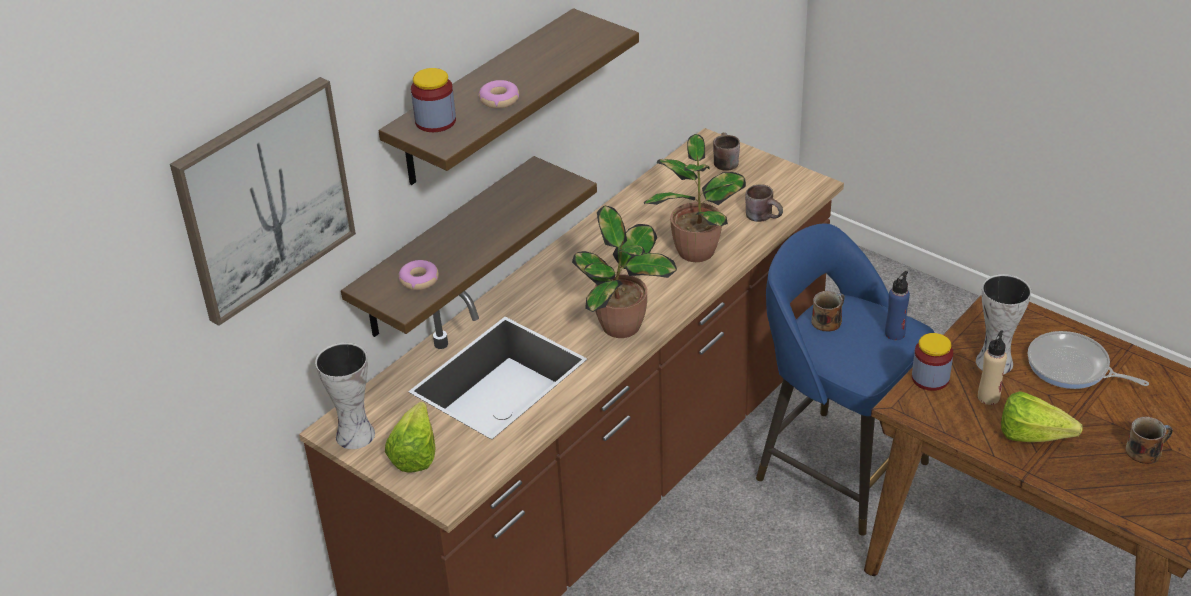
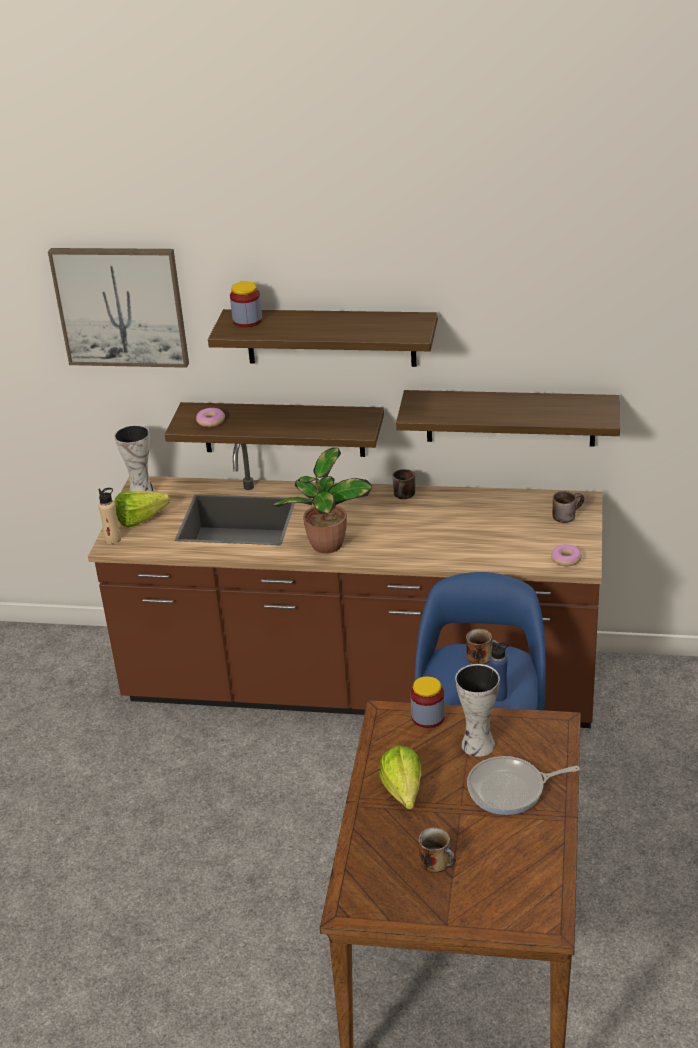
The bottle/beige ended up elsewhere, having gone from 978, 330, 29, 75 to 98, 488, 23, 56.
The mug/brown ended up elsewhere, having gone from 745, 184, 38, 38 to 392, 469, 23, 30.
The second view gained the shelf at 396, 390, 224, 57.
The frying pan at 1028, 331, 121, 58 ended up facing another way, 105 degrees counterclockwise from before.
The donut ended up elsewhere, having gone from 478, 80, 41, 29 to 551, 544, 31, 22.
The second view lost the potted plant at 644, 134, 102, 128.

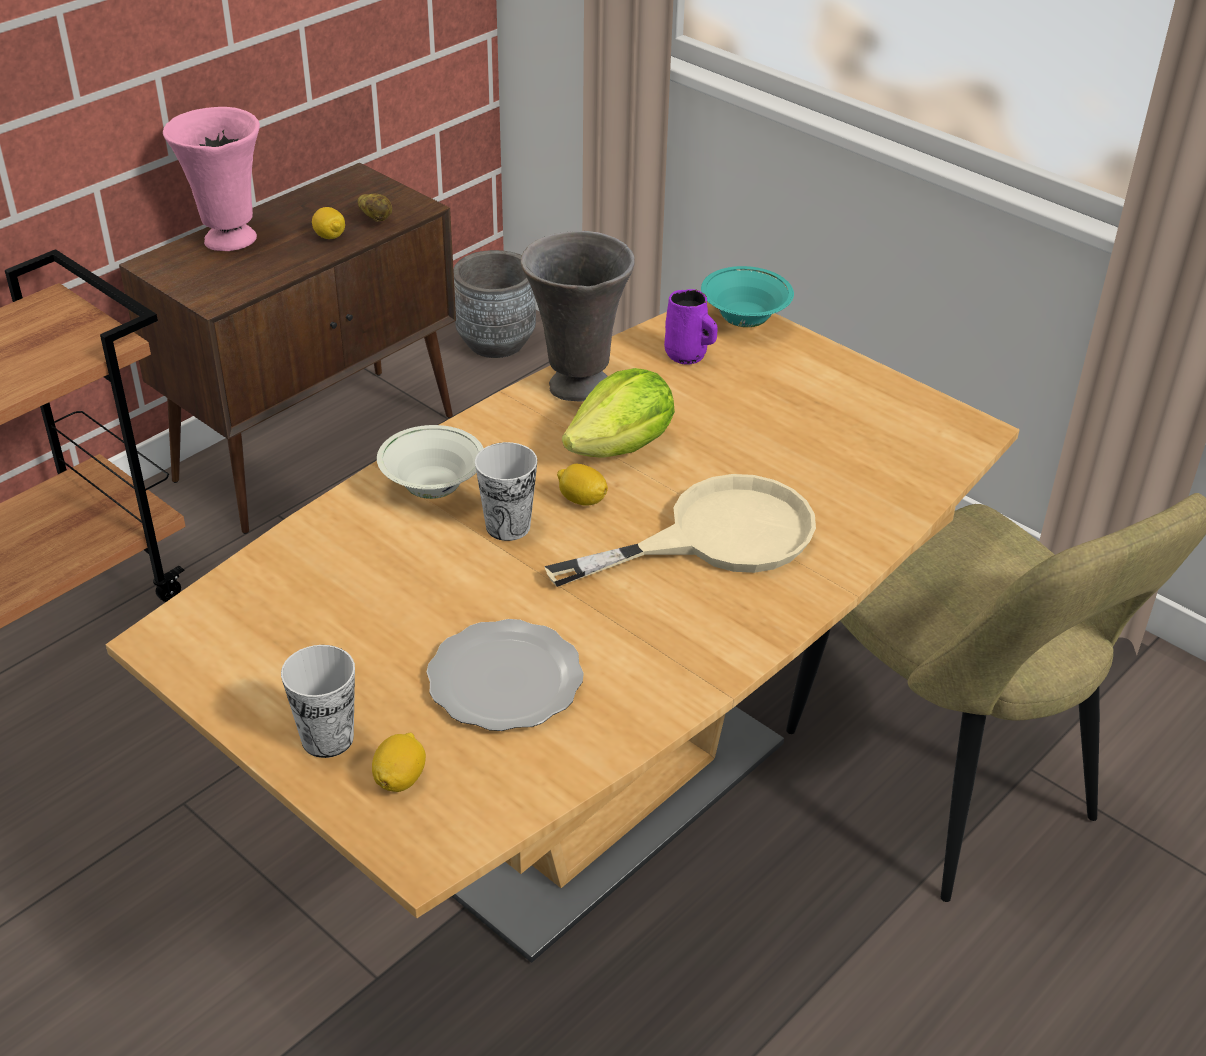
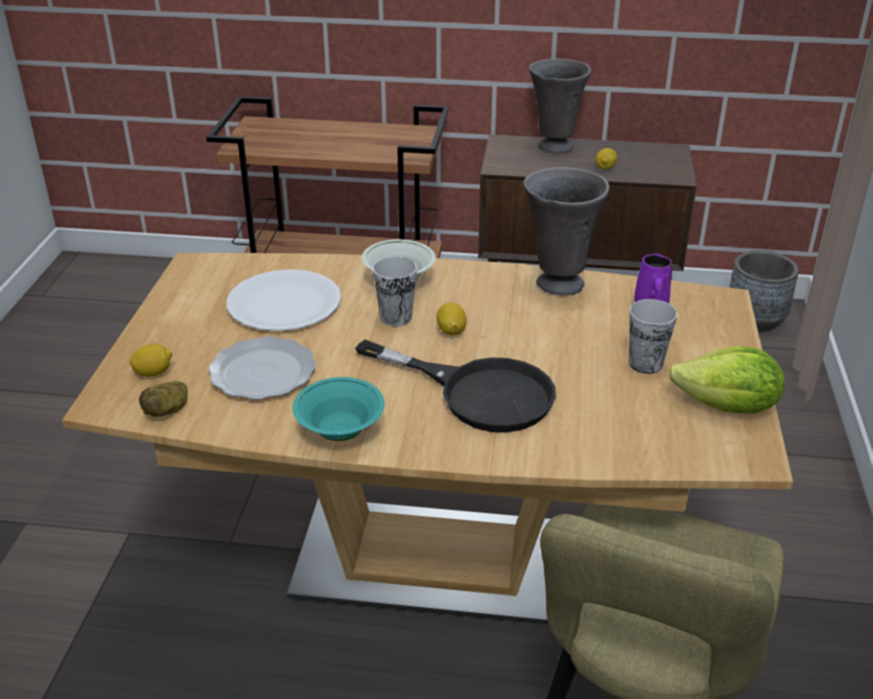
The potato ended up elsewhere, having gone from 357, 193, 35, 29 to 139, 381, 49, 36.
The second view gained the plate/white at 227, 269, 114, 62.
The bowl/turquoise ended up elsewhere, having gone from 701, 266, 93, 61 to 293, 377, 92, 64.
What was the frying pan/beige at 544, 474, 272, 113 turned into the frying pan/black at 355, 340, 201, 93.
What was the vase/pink at 163, 107, 97, 144 turned into the vase/grey at 529, 59, 62, 95.
The cup ended up elsewhere, having gone from 281, 645, 74, 113 to 629, 299, 48, 75.
The lettuce ended up elsewhere, having gone from 562, 368, 113, 89 to 669, 346, 116, 68.

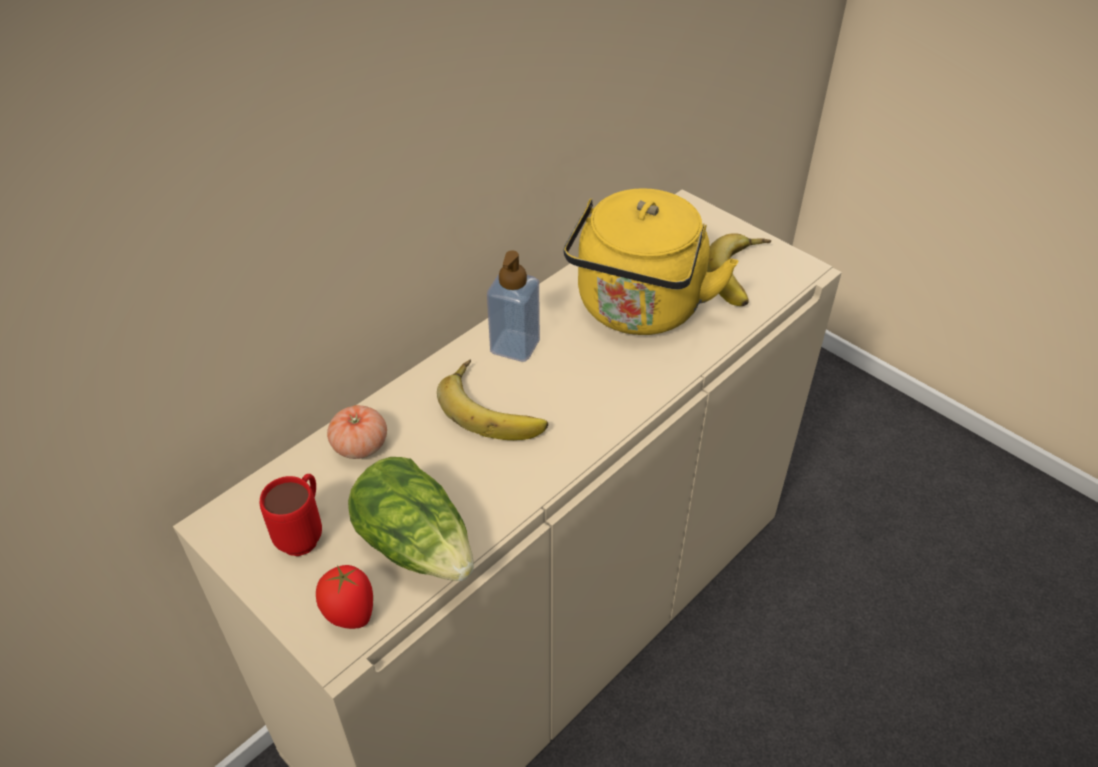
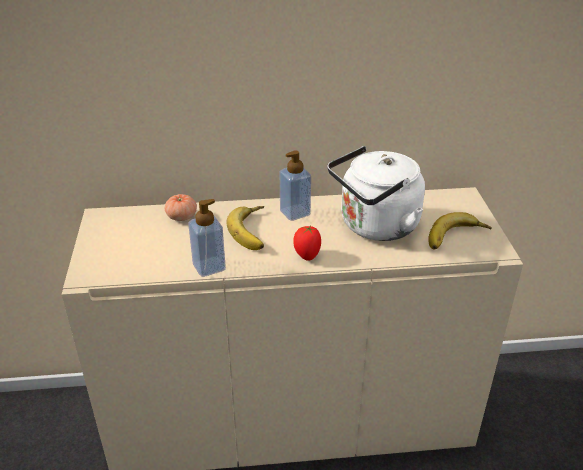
The second view gained the soap dispenser at 188, 199, 38, 78.
The tomato ended up elsewhere, having gone from 316, 565, 57, 64 to 293, 225, 28, 36.
What was the kettle/yellow at 564, 188, 174, 147 turned into the kettle/white at 327, 146, 98, 95.
The second view lost the mug/red at 260, 474, 62, 82.
The second view lost the lettuce at 348, 457, 126, 124.

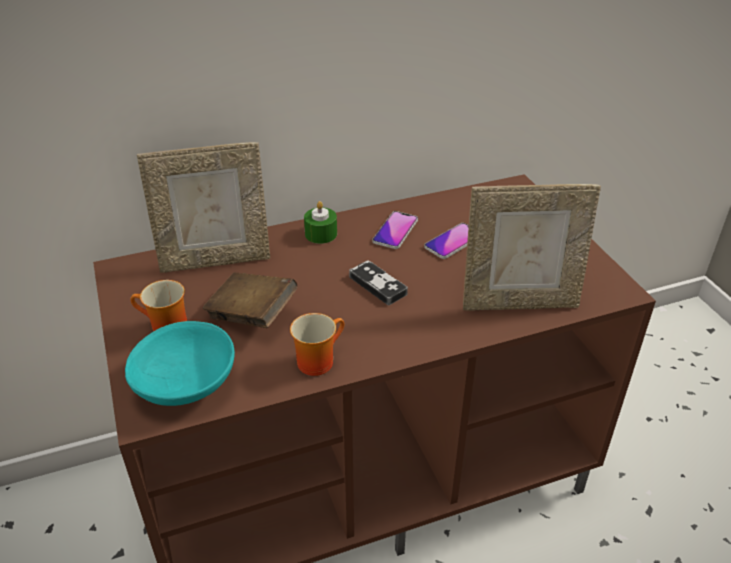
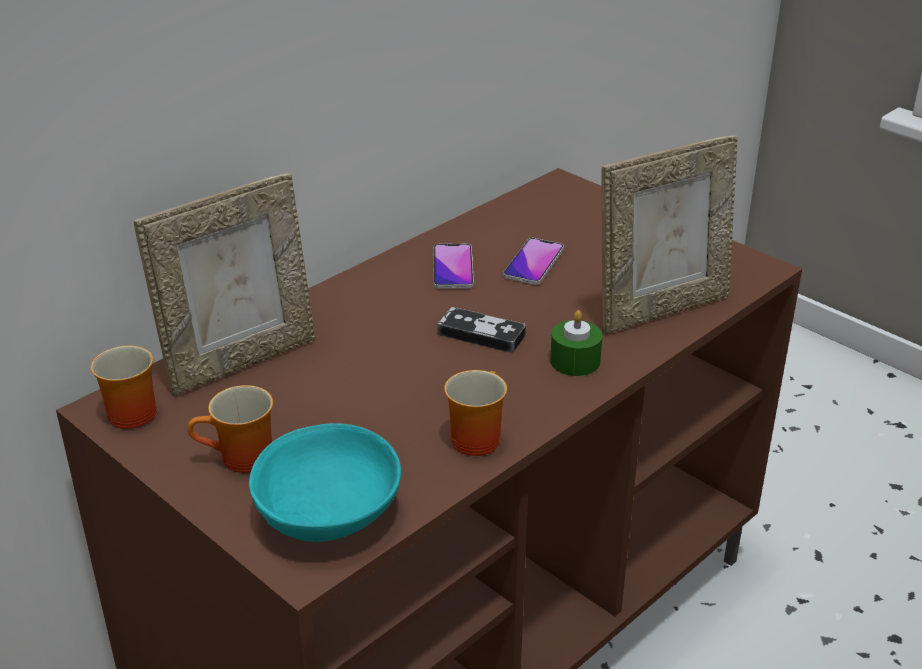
The second view gained the mug at 90, 345, 66, 84.
The candle/green ended up elsewhere, having gone from 304, 201, 33, 43 to 550, 310, 52, 66.
The second view lost the book/brown at 203, 272, 95, 56.

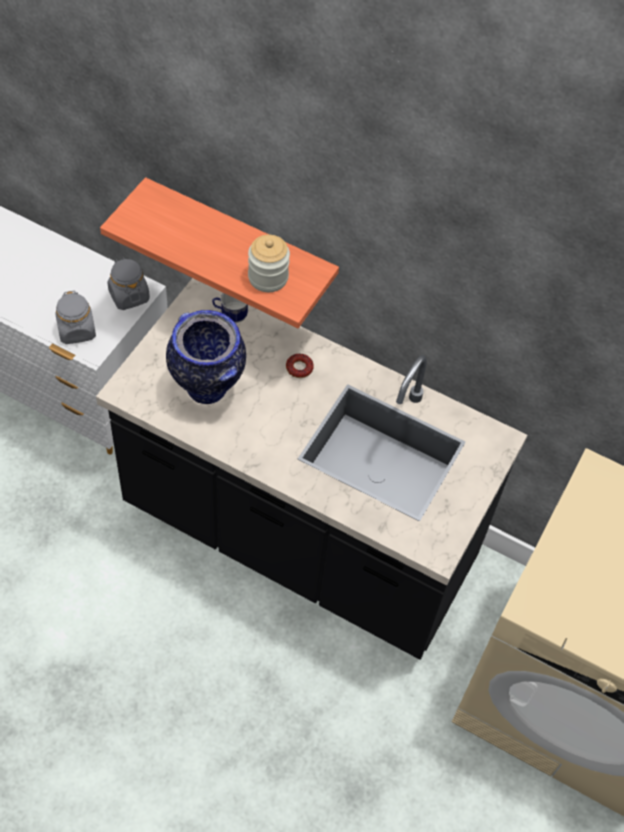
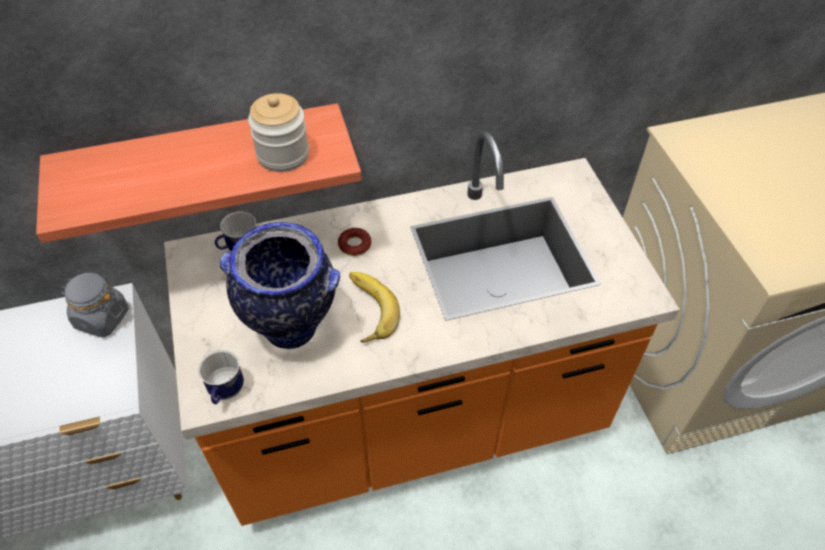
What was the counter/black at 96, 278, 431, 382 turned into the counter/orange at 164, 131, 516, 395.
The second view gained the mug at 198, 349, 46, 55.
The second view gained the banana at 349, 272, 51, 71.
The second view lost the jar/grey at 55, 291, 41, 53.

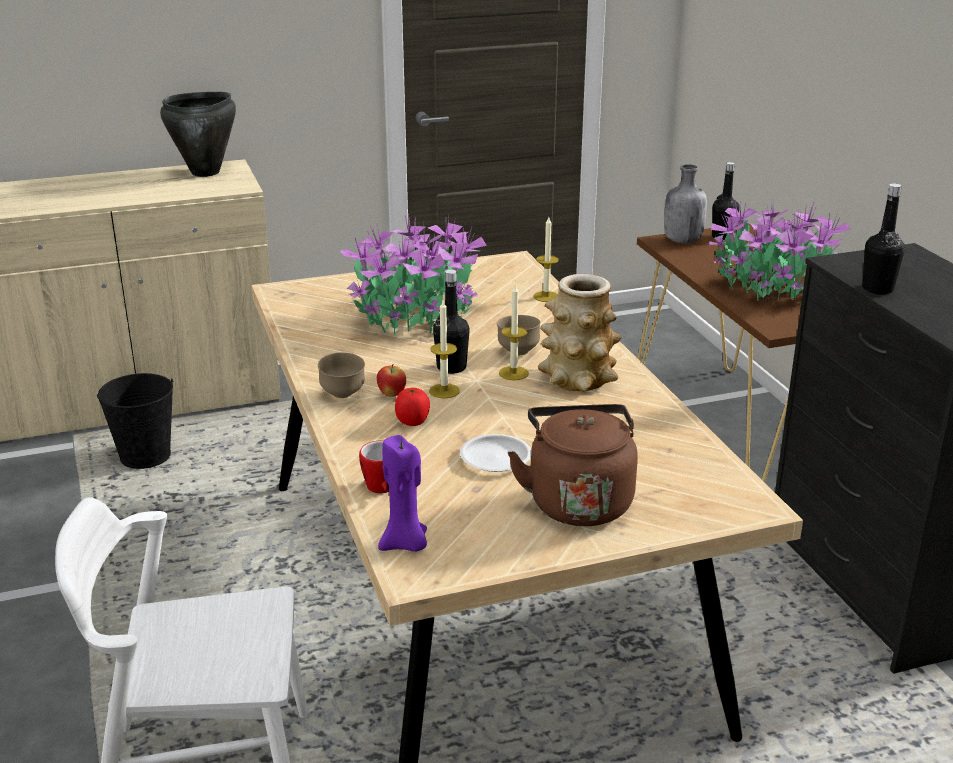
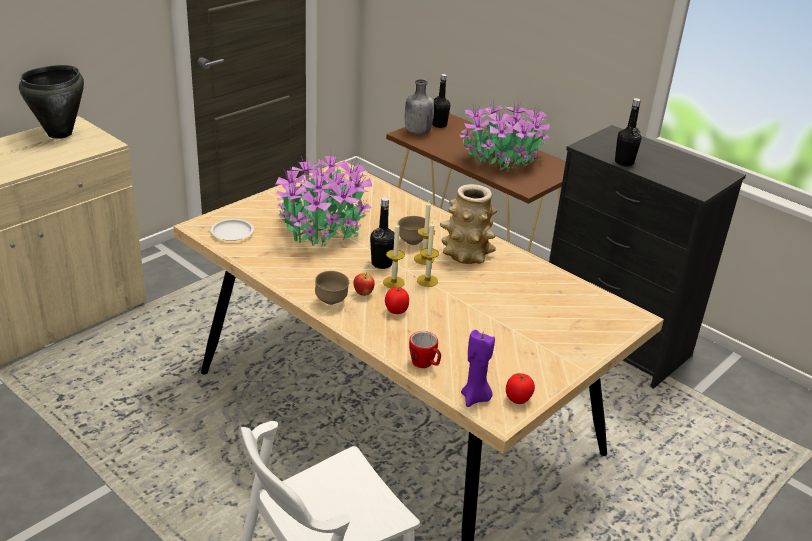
The plate/white ended up elsewhere, having gone from 460, 434, 71, 38 to 211, 219, 43, 22.
The candle ended up elsewhere, having gone from 533, 217, 26, 85 to 417, 220, 22, 67.
The second view gained the tomato at 506, 373, 29, 31.
The second view lost the bucket/black at 97, 373, 77, 96.
The second view lost the kettle/brown at 508, 404, 130, 122.

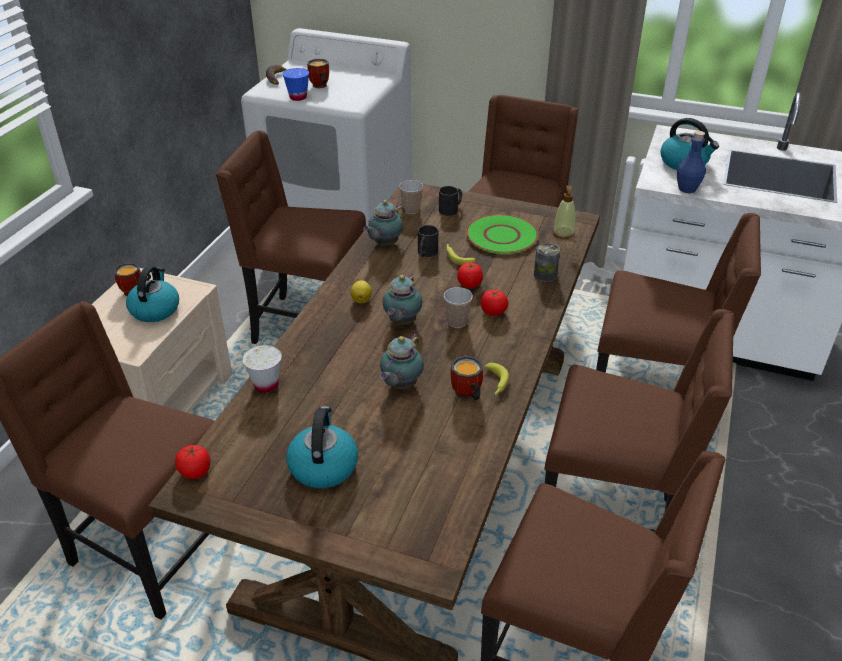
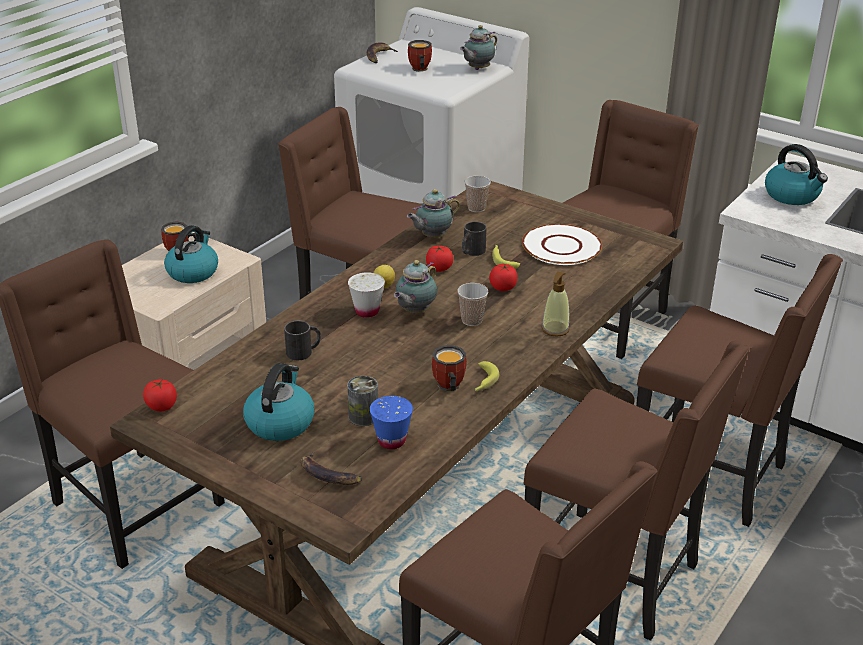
The mug/black ended up elsewhere, having gone from 439, 186, 23, 30 to 284, 321, 37, 39.
The second view gained the banana at 300, 453, 62, 32.
The can ended up elsewhere, having gone from 534, 243, 26, 39 to 347, 376, 31, 50.
The cup/white ended up elsewhere, having gone from 243, 345, 39, 48 to 348, 272, 37, 46.
The cup/blue ended up elsewhere, having gone from 283, 68, 26, 33 to 370, 396, 43, 53.
The tomato ended up elsewhere, having gone from 481, 290, 27, 26 to 426, 245, 27, 27.
The teapot ended up elsewhere, having gone from 380, 333, 44, 56 to 460, 25, 37, 45.
What was the plate/green at 466, 214, 73, 40 turned into the plate/white at 522, 224, 80, 41.
The soap dispenser ended up elsewhere, having gone from 552, 186, 24, 53 to 541, 271, 29, 66.
The second view lost the bottle/blue at 677, 131, 29, 62.

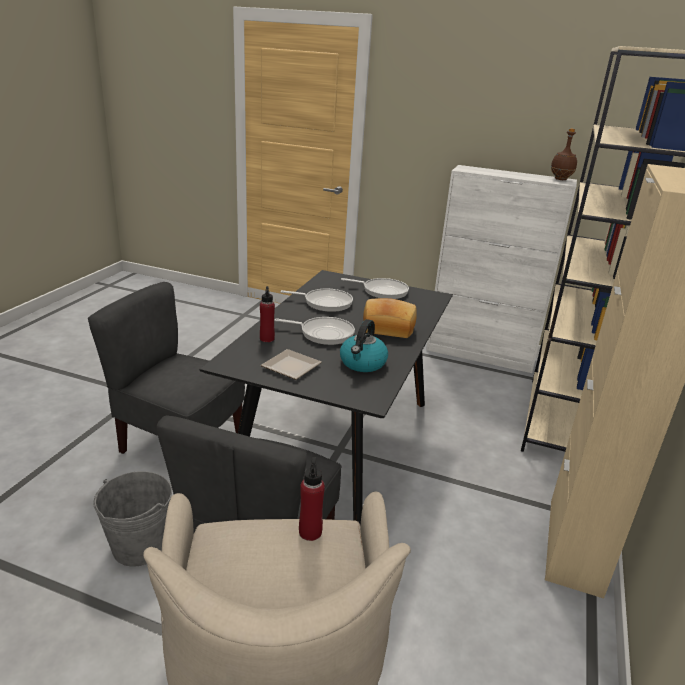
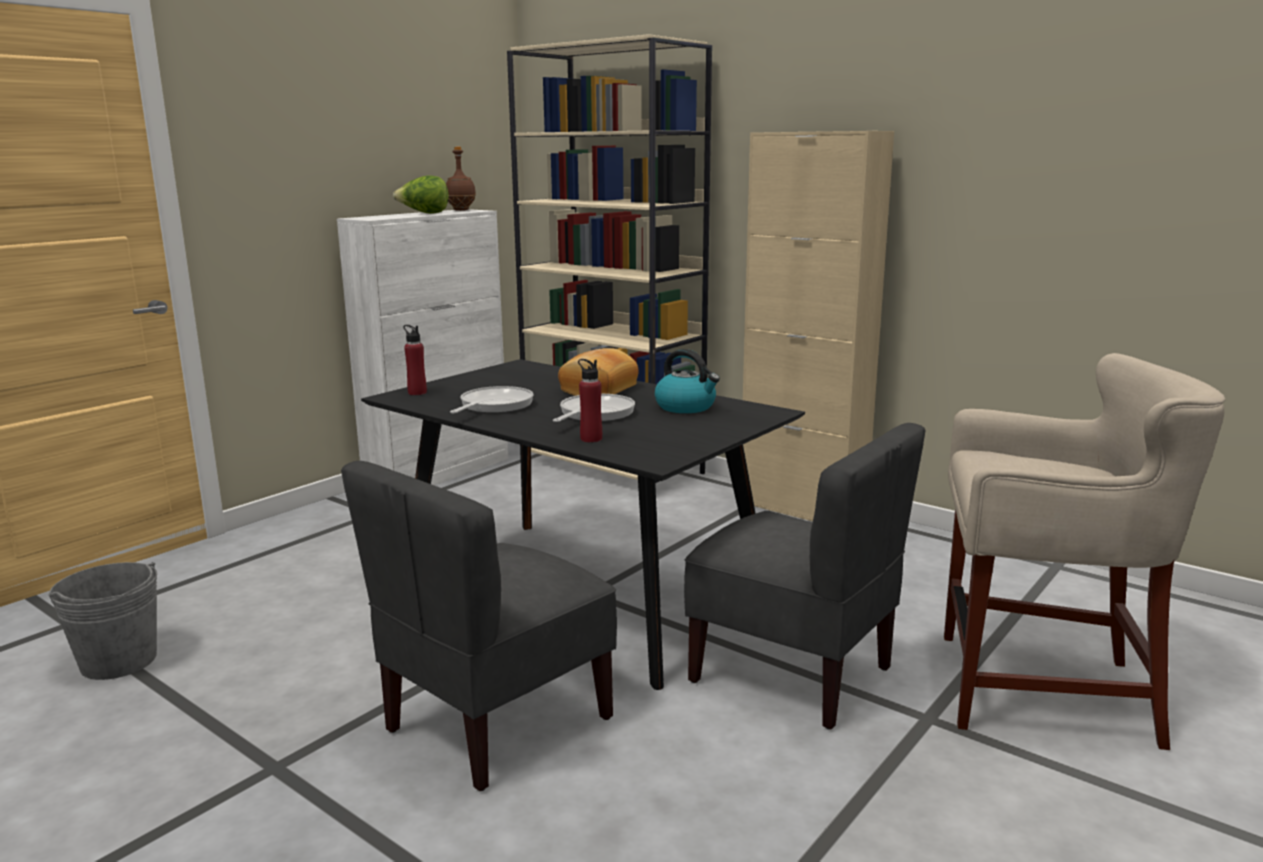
The bucket/grey ended up elsewhere, having gone from 93, 471, 79, 95 to 48, 562, 109, 118.
The second view gained the lettuce at 393, 175, 56, 39.
The bottle/red ended up elsewhere, having gone from 299, 457, 26, 84 to 403, 325, 24, 70.
The second view lost the plate at 261, 349, 61, 31.
The second view lost the frying pan at 341, 278, 68, 21.

